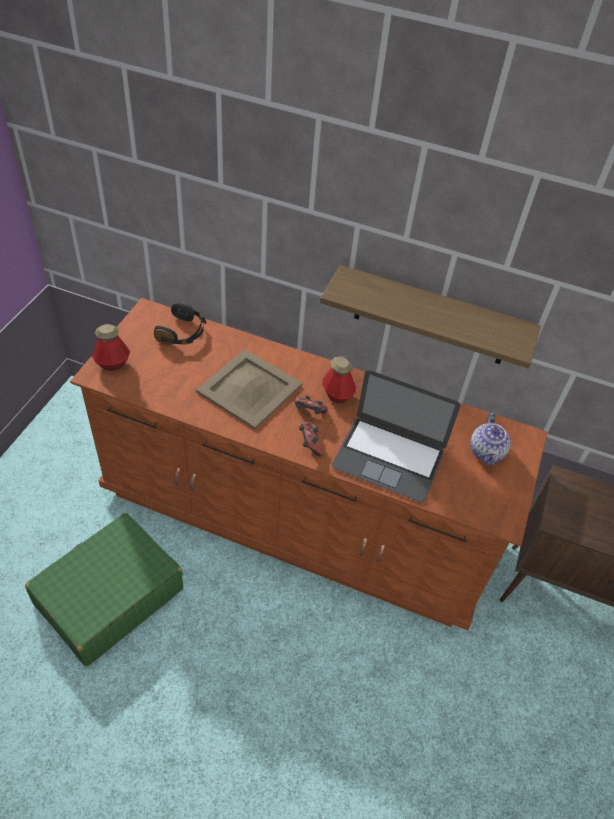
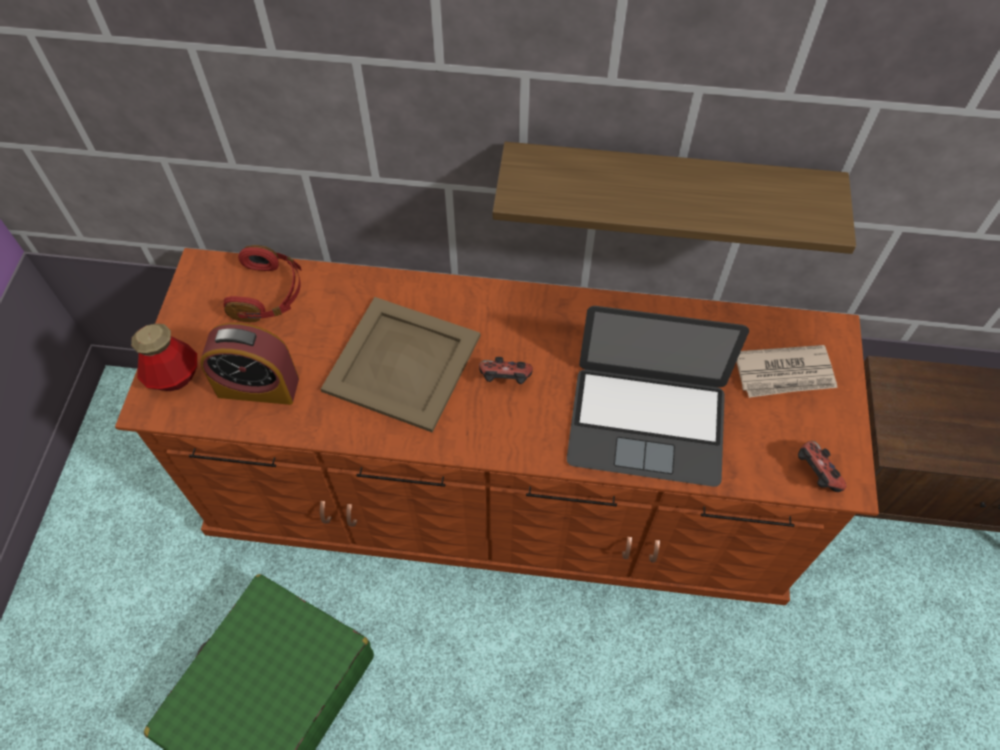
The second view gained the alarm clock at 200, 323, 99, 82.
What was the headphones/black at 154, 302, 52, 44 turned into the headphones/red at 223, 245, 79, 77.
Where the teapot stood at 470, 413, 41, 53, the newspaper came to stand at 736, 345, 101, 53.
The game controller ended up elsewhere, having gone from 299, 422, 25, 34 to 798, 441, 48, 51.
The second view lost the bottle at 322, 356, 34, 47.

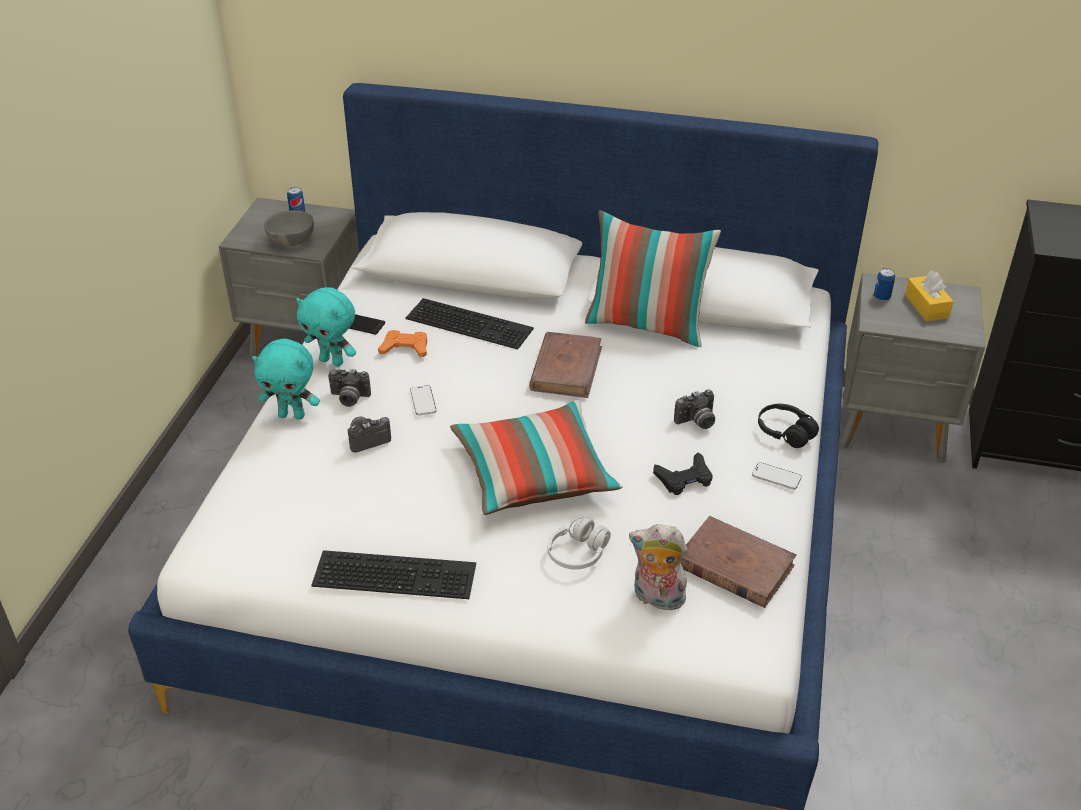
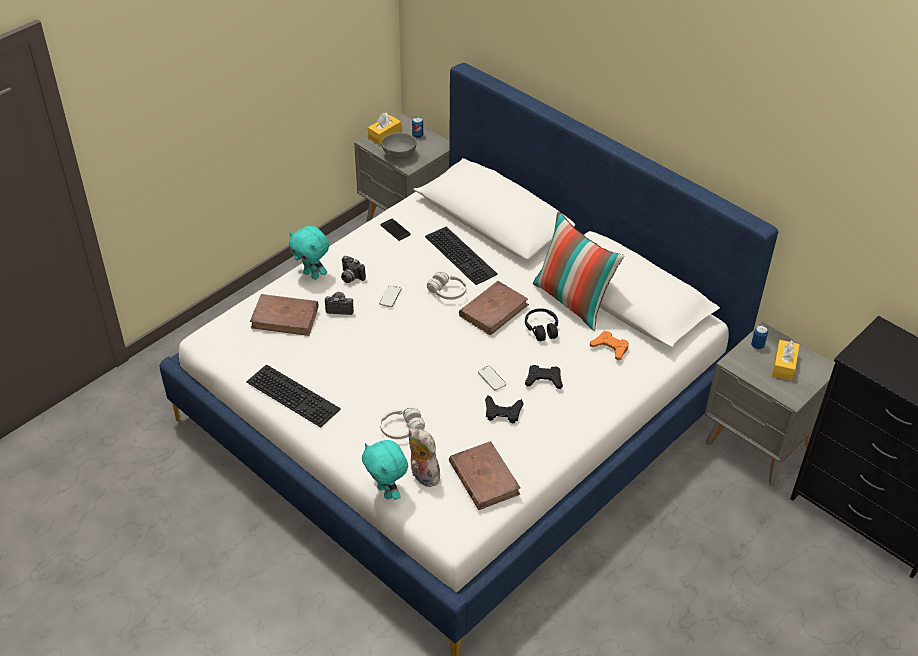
The second view gained the book/brown at 250, 294, 68, 42.
The plush toy/turquoise ended up elsewhere, having gone from 296, 287, 60, 80 to 362, 440, 46, 60.
The second view gained the tissue box/yellow at 368, 113, 33, 32.
The second view gained the headphones/white at 427, 272, 40, 28.
The phone ended up elsewhere, having gone from 752, 462, 50, 28 to 478, 366, 28, 25.
The headphones/black ended up elsewhere, having gone from 758, 404, 61, 44 to 525, 308, 33, 33.
Where the photo camera stood at 674, 390, 41, 39, the game controller/black came to stand at 525, 365, 38, 24.
The game controller/orange ended up elsewhere, having gone from 378, 330, 49, 27 to 590, 331, 39, 29.
The second view lost the pillow at 450, 400, 172, 115.

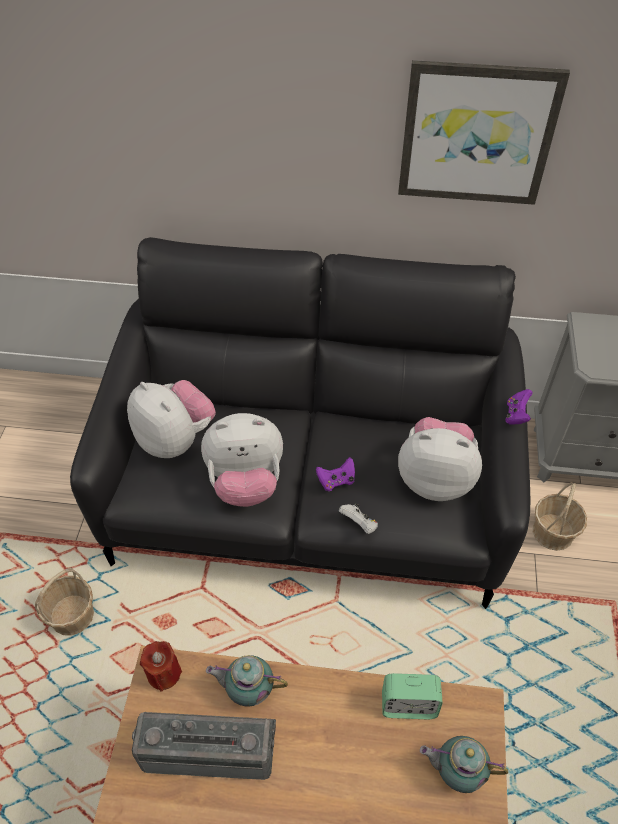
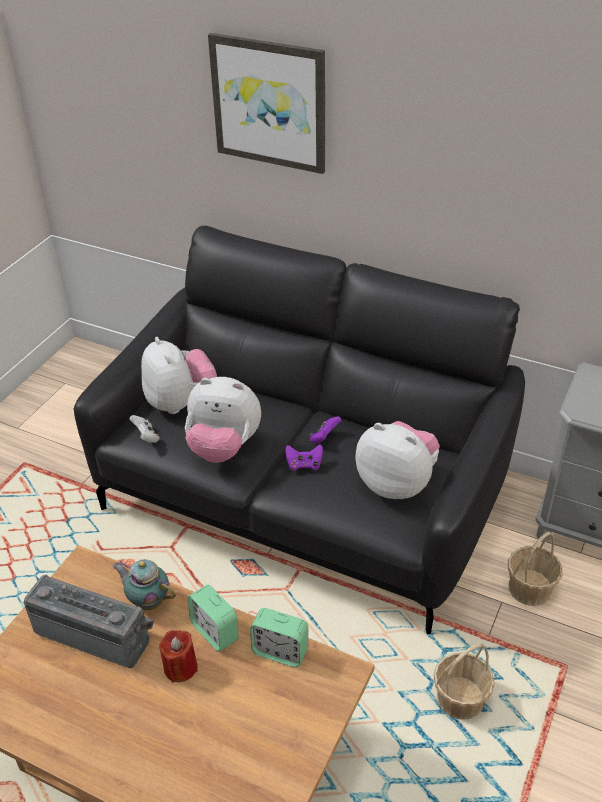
The game controller/white ended up elsewhere, having gone from 339, 503, 39, 31 to 129, 415, 30, 28.
The candle/red ended up elsewhere, having gone from 140, 641, 42, 51 to 159, 630, 39, 53.
The second view gained the alarm clock at 188, 585, 51, 67.
The picture ended up elsewhere, having gone from 398, 60, 172, 145 to 208, 33, 117, 141.
The game controller/purple ended up elsewhere, having gone from 506, 389, 26, 36 to 310, 416, 32, 28.
The basket ended up elsewhere, having gone from 35, 567, 59, 69 to 433, 643, 62, 77.
The second view lost the teapot at 420, 736, 88, 57.

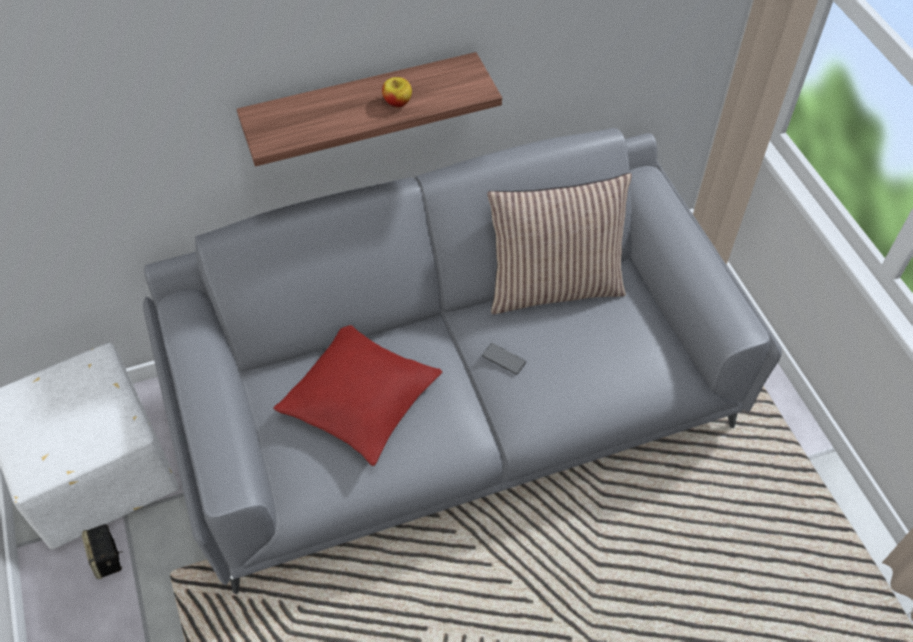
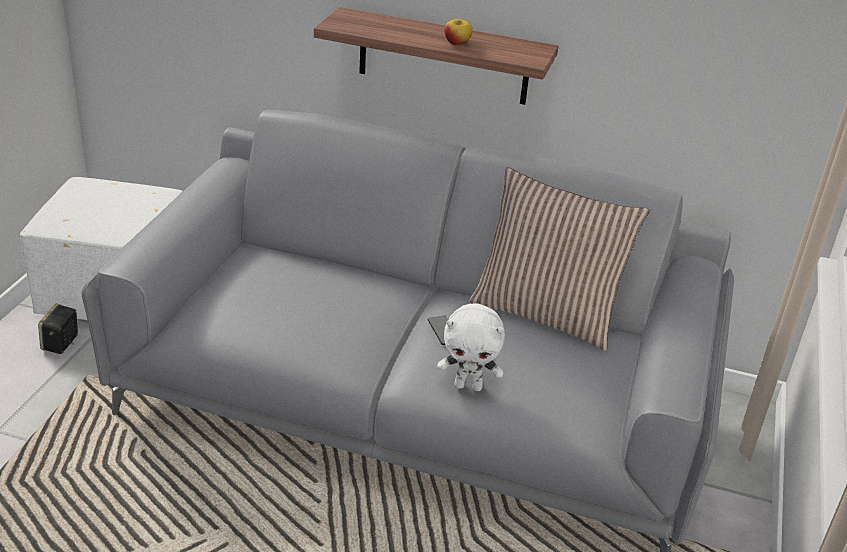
The second view gained the plush toy/white at 437, 303, 68, 88.
The second view lost the pillow/red at 273, 325, 169, 141.

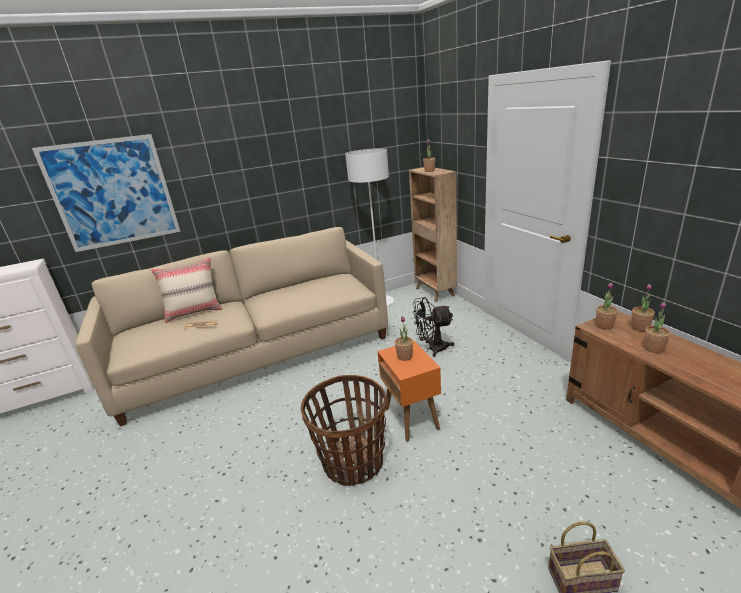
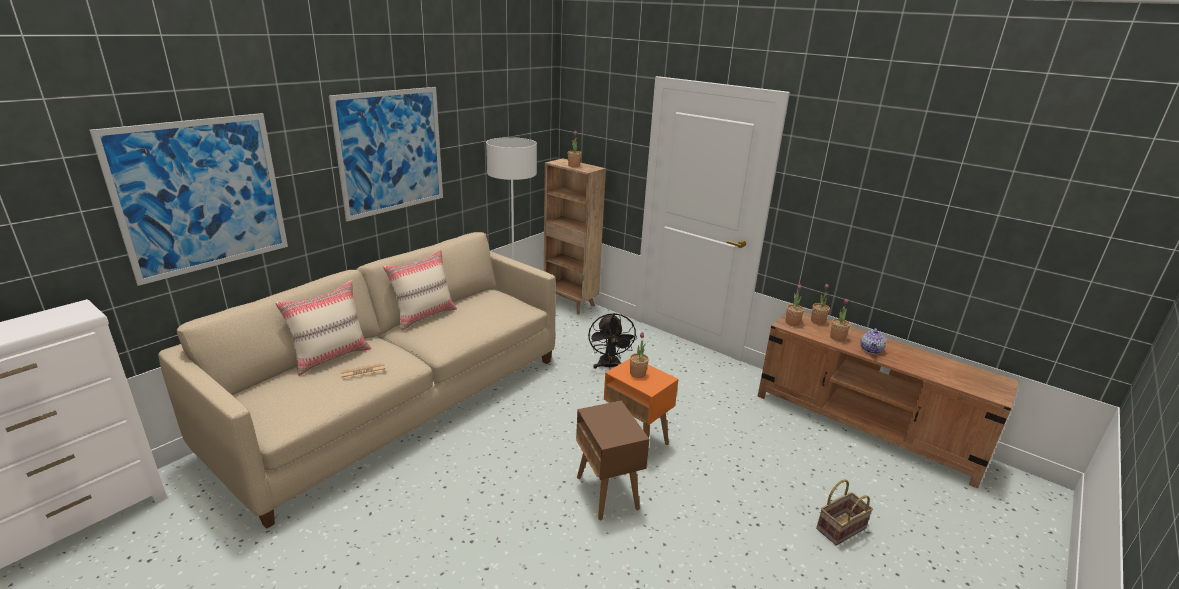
The second view gained the picture at 329, 87, 114, 135.
The second view gained the pillow/beige at 383, 249, 74, 82.
Where the basket stood at 301, 375, 86, 111, the side table/brown came to stand at 576, 401, 73, 119.
The fan/black at 413, 297, 41, 60 ended up facing another way, 60 degrees counterclockwise from before.
The second view gained the teapot at 860, 328, 26, 26.

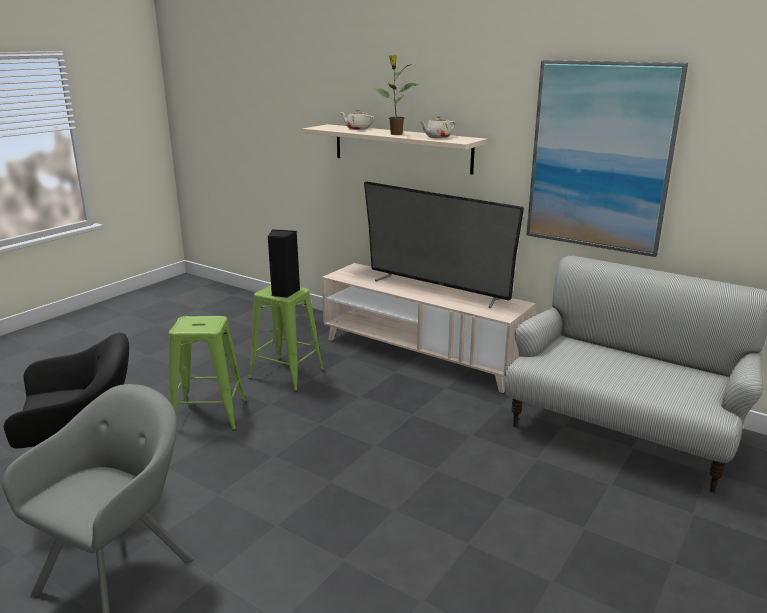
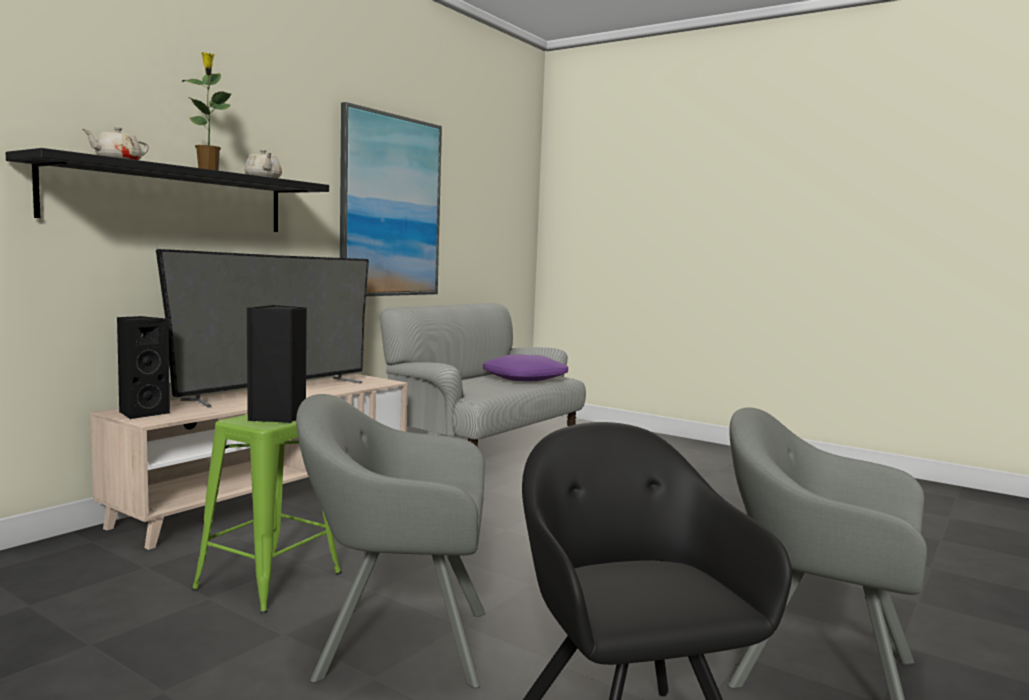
What was the shelf/beige at 302, 124, 185, 51 turned into the shelf/black at 5, 148, 324, 84.
The second view gained the speaker/black at 117, 316, 53, 103.
Where the stool/green stood at 169, 316, 77, 115, the armchair/grey came to stand at 296, 394, 189, 294.
The second view gained the pillow/purple at 483, 354, 85, 27.

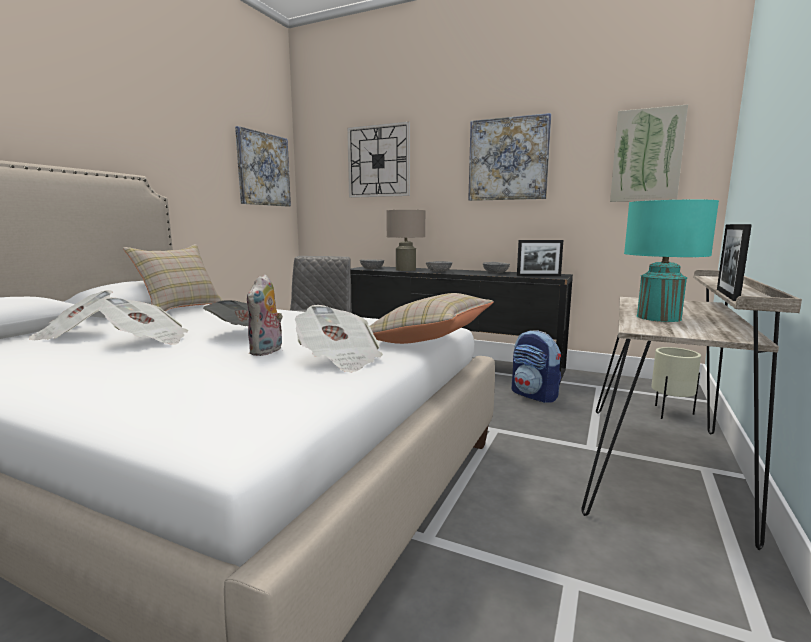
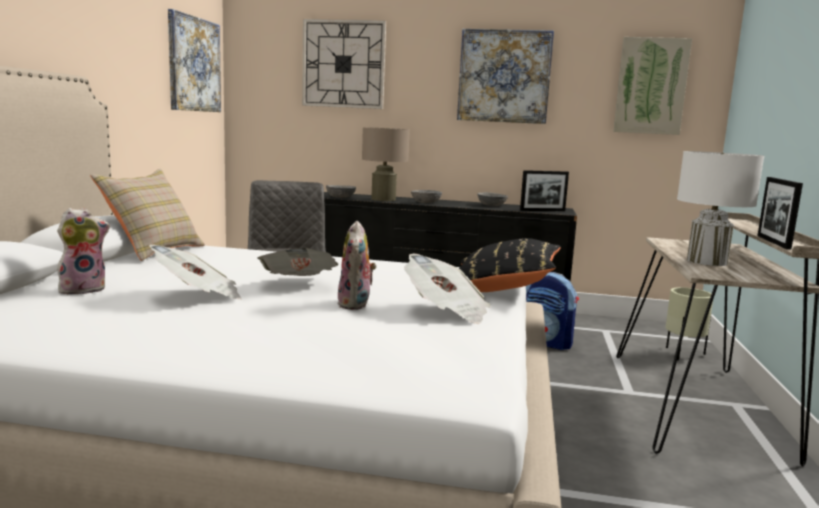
Where the newspaper stood at 29, 290, 84, 50, the plush toy came to stand at 57, 208, 53, 86.
What was the pillow/beige at 369, 293, 125, 51 turned into the pillow/black at 459, 238, 102, 54.
What was the table lamp/turquoise at 624, 200, 95, 122 turned into the table lamp/white at 677, 151, 87, 115.

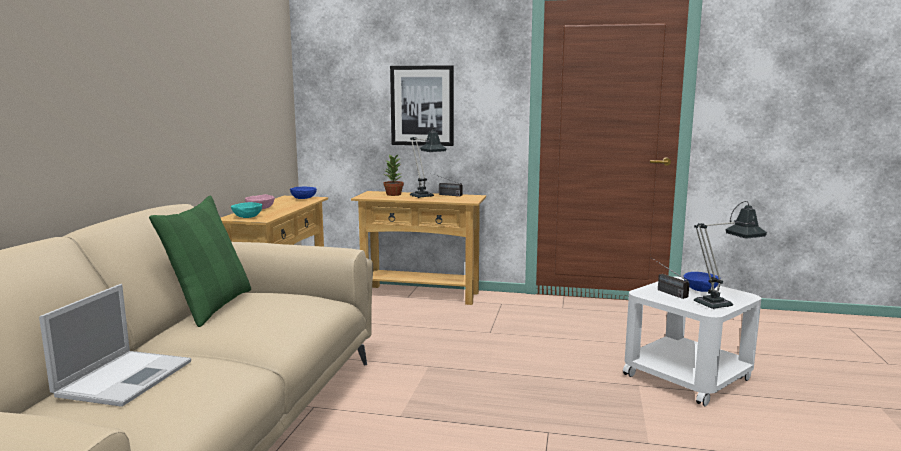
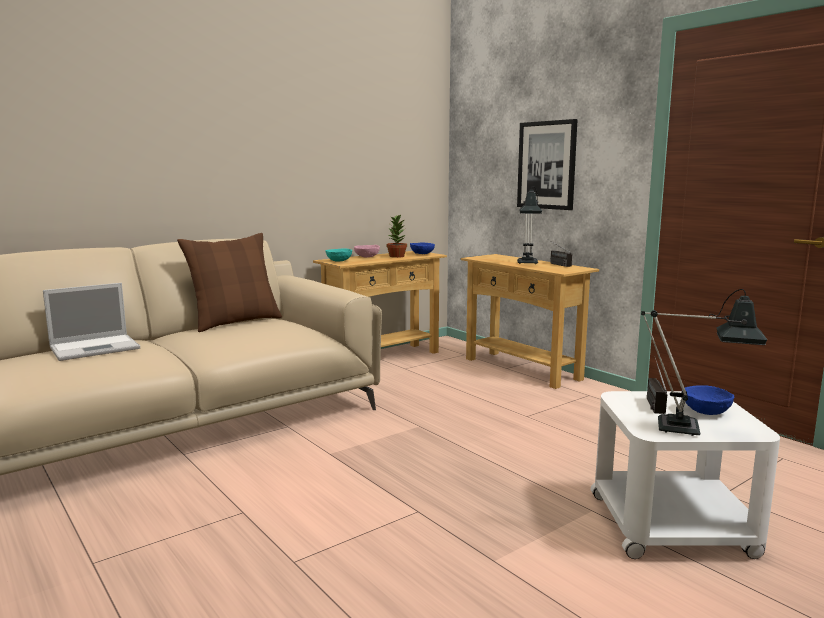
What was the pillow/green at 149, 196, 102, 131 turned into the pillow/brown at 177, 233, 105, 99.
The potted plant ended up elsewhere, having gone from 383, 154, 21, 42 to 387, 214, 20, 44.

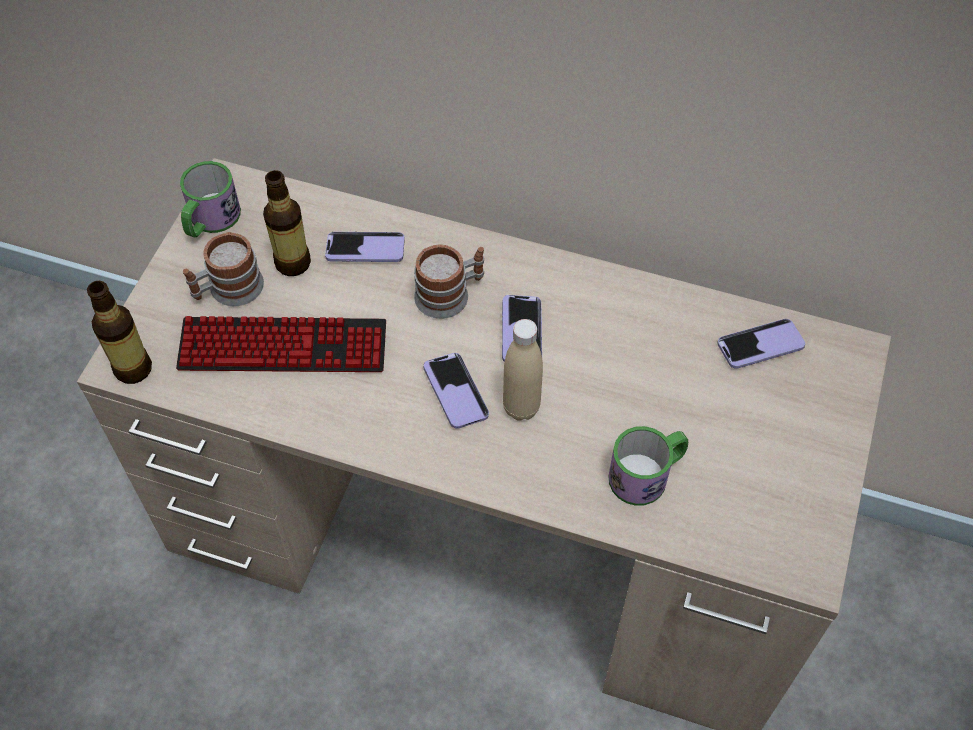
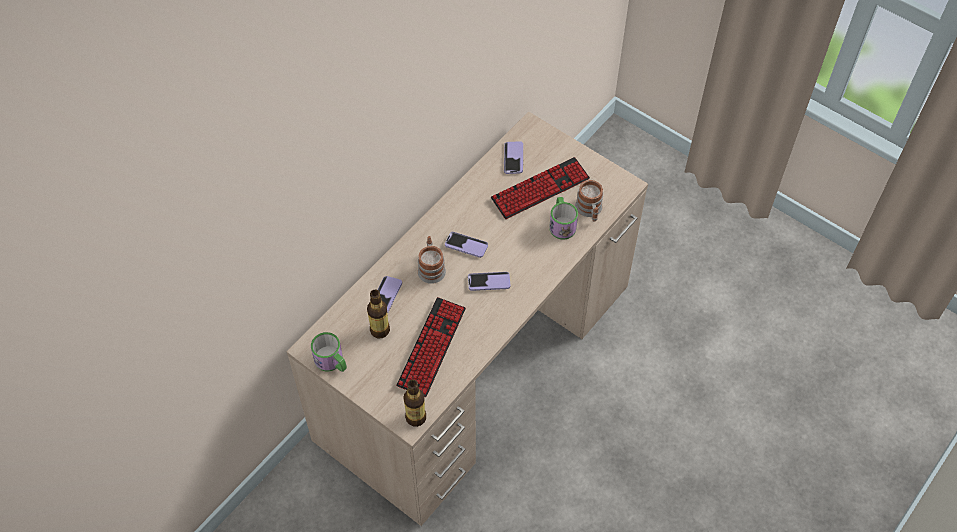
The second view gained the keyboard at 491, 157, 99, 62.
The mug ended up elsewhere, having gone from 183, 232, 81, 74 to 575, 180, 28, 42.
The second view lost the bottle/beige at 503, 319, 40, 102.

